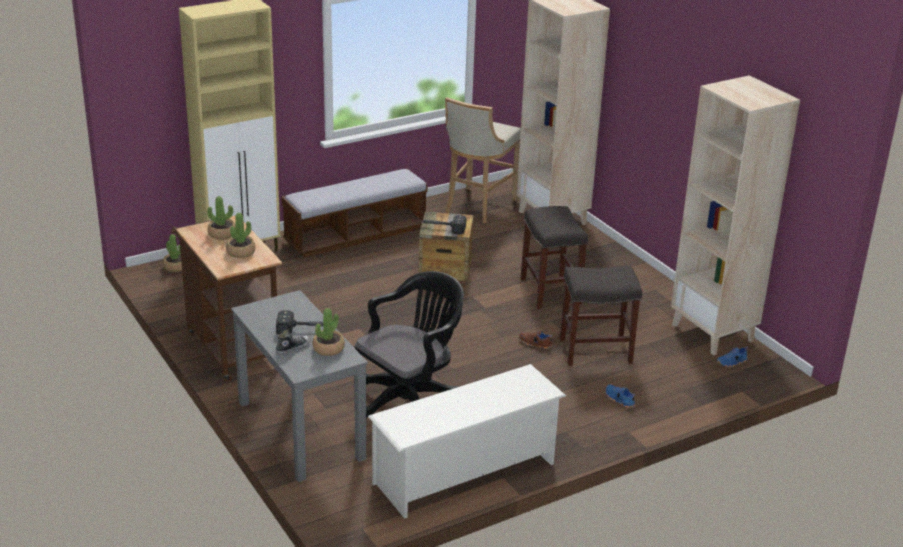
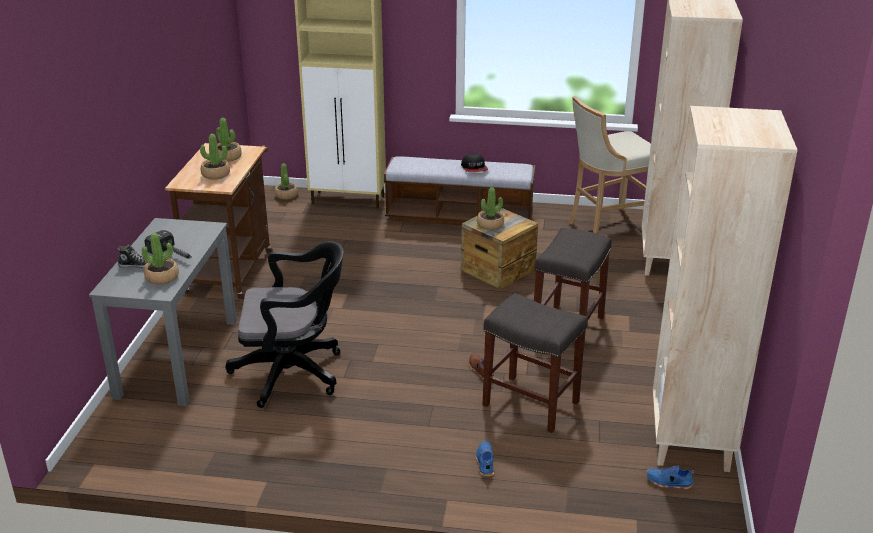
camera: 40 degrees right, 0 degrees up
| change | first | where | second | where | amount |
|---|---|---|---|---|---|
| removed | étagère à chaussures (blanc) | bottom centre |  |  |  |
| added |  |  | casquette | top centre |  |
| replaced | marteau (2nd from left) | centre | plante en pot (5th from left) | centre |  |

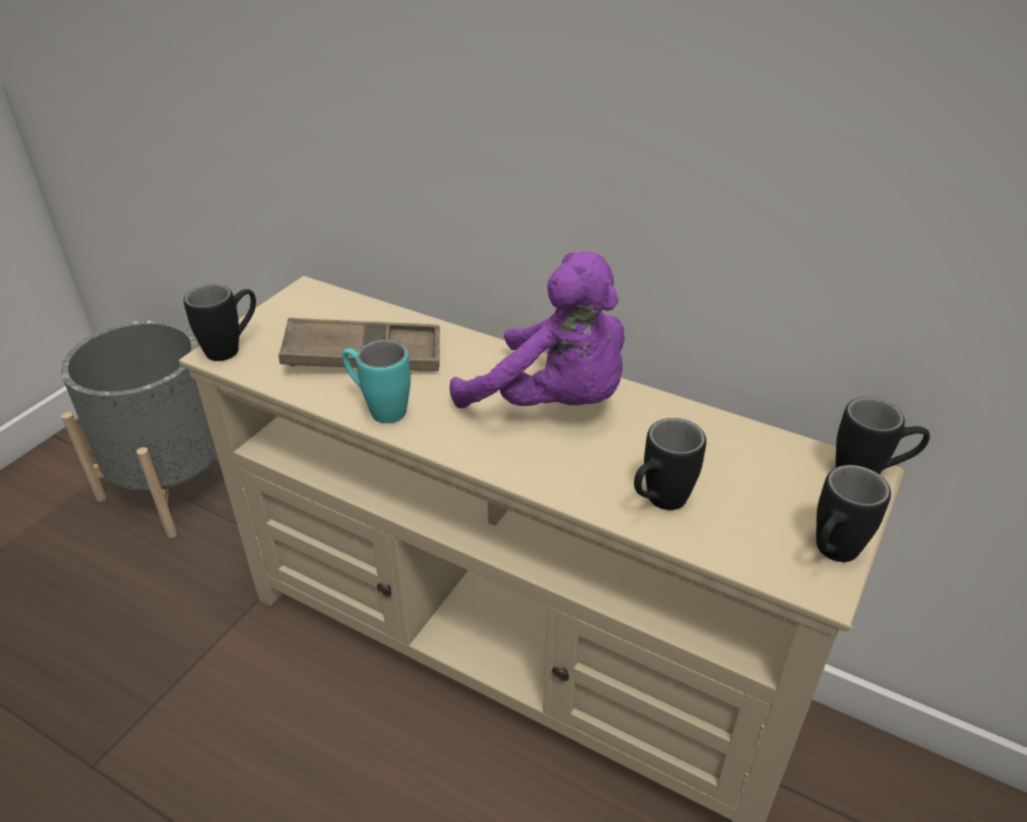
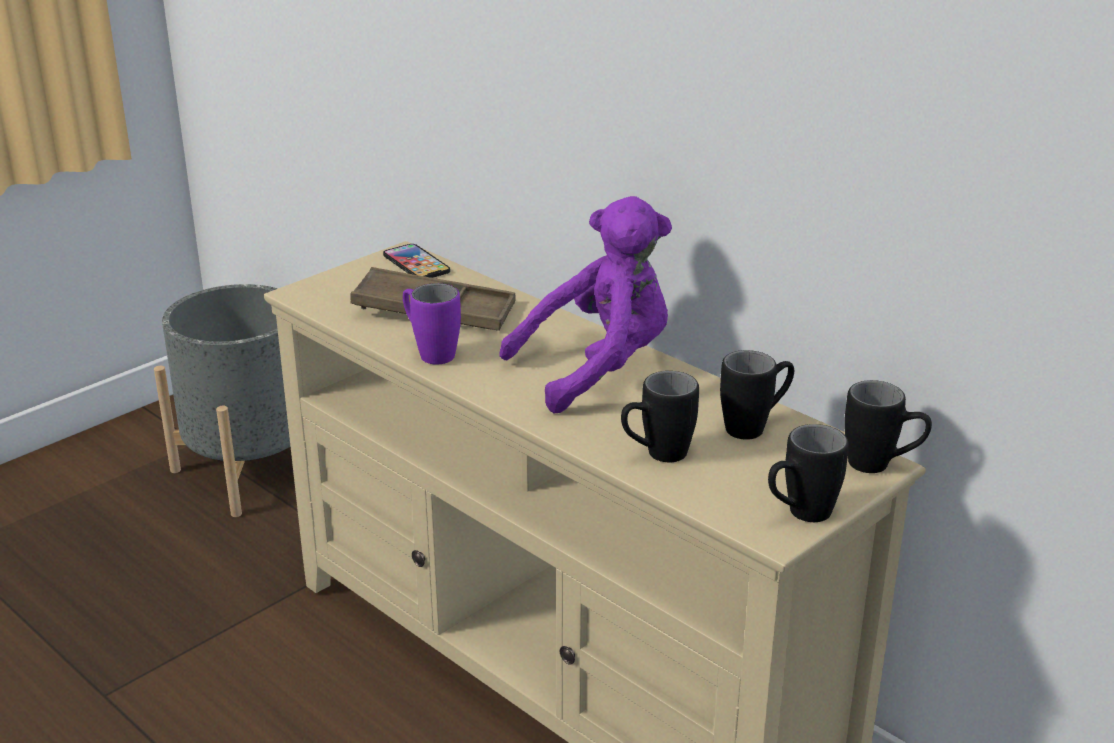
camera: 15 degrees right, 10 degrees down
| change | first | where | second | where | amount |
|---|---|---|---|---|---|
| added |  |  | téléphone | centre |  |
| moved | mug (noir) (1st from left in the first image) | middle left | mug (noir) (2nd from left) | middle right |  |
| recoloured | mug (turquoise) | centre | mug (violet) | centre |  |
| turned | peluche (violet) | centre |  | centre | 75 degrees counterclockwise |

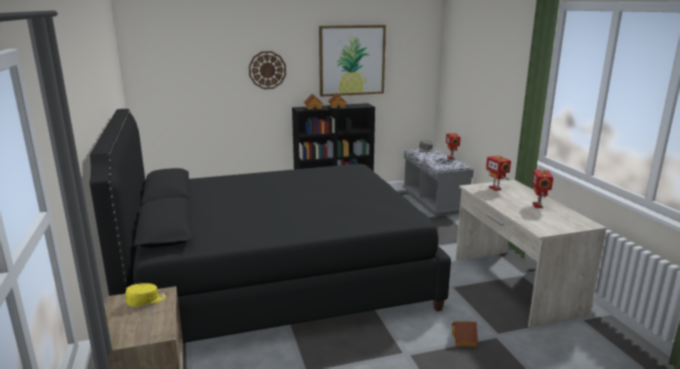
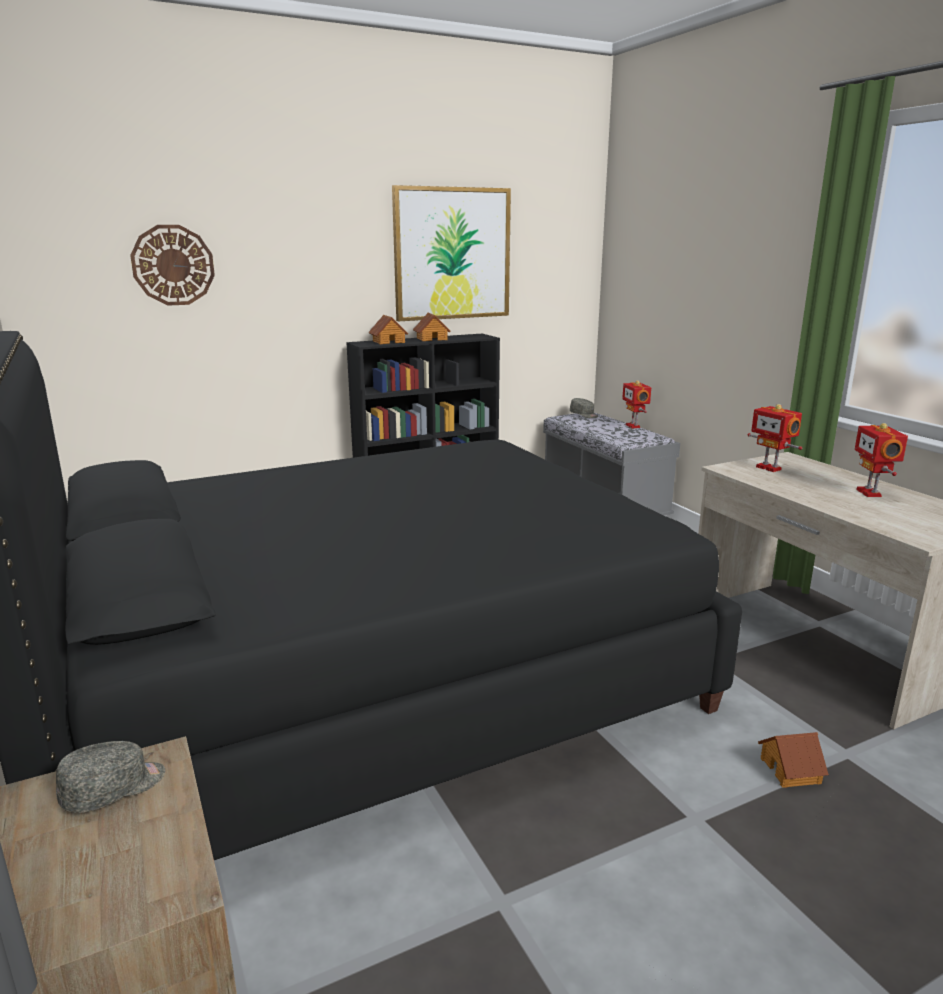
camera: 10 degrees left, 0 degrees up
| change | first | where | second | where | amount |
|---|---|---|---|---|---|
| moved | horloge murale | top centre |  | top left |  |
| recoloured | casquette (jaune) | bottom left | casquette (gris) (1st from left) | bottom left |  |

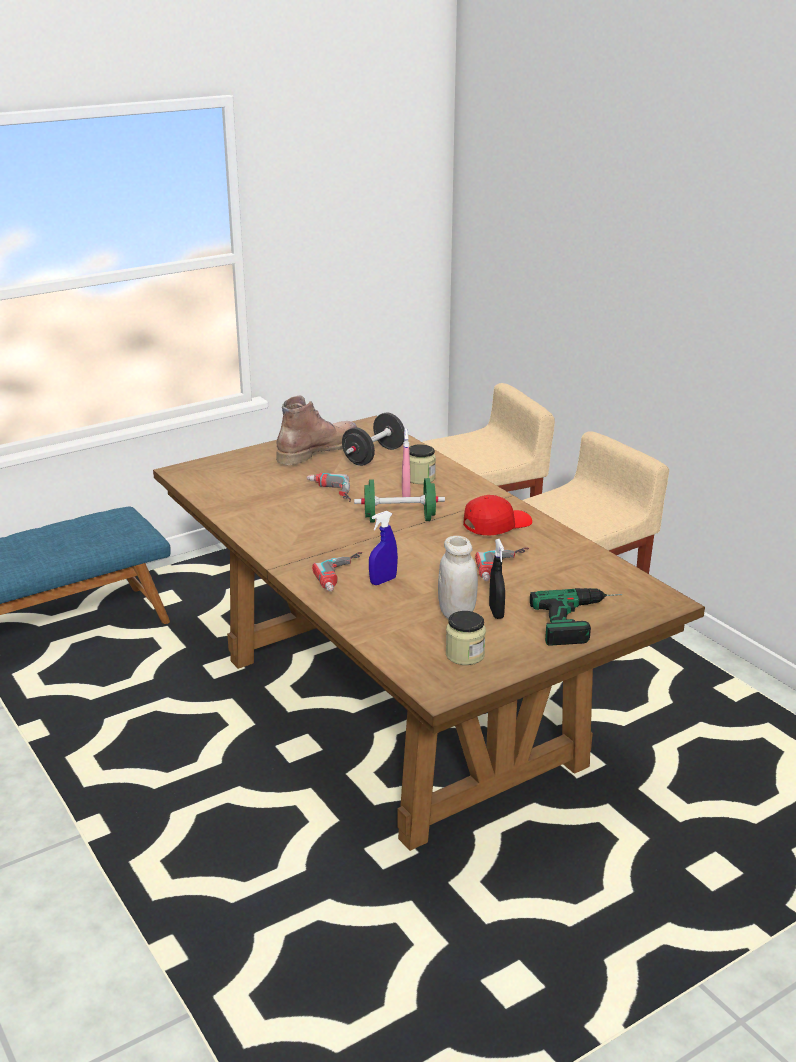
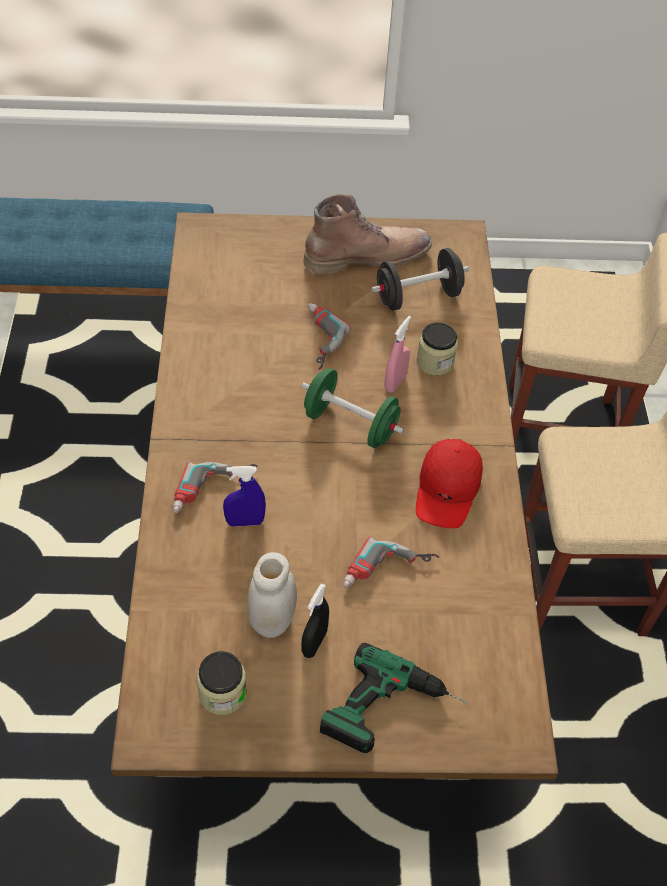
camera: 30 degrees right, 25 degrees up
| change | first | where | second | where | amount |
|---|---|---|---|---|---|
| turned | casquette (rouge) | centre |  | middle right | 105 degrees clockwise |

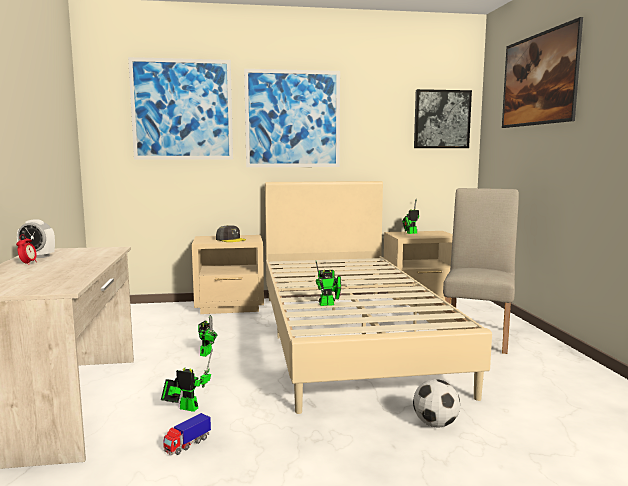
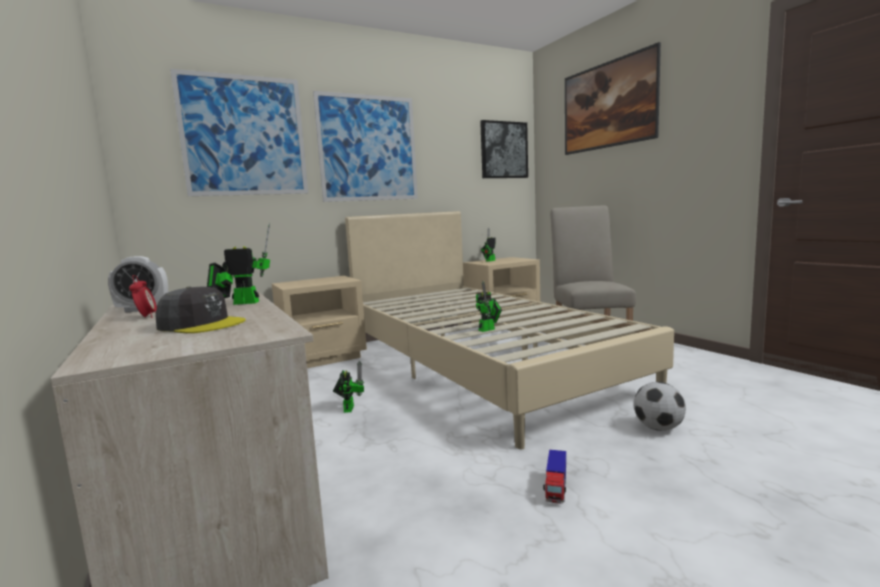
camera: 20 degrees left, 0 degrees up
| change | first | where | second | where | amount |
|---|---|---|---|---|---|
| moved | robot jouet (1st from left) | bottom left |  | middle left |  |
| moved | camion jouet | bottom left |  | bottom centre |  |
| moved | casquette (gris) | centre |  | middle left |  |

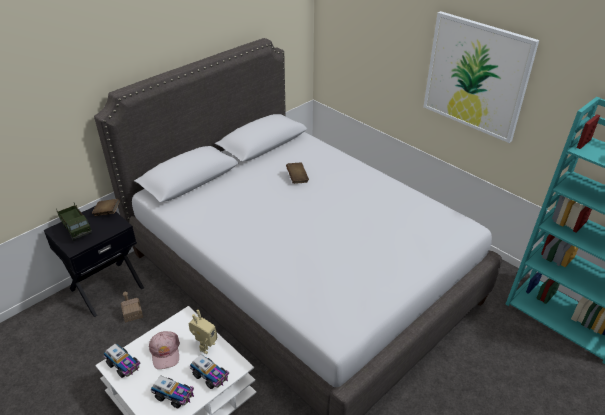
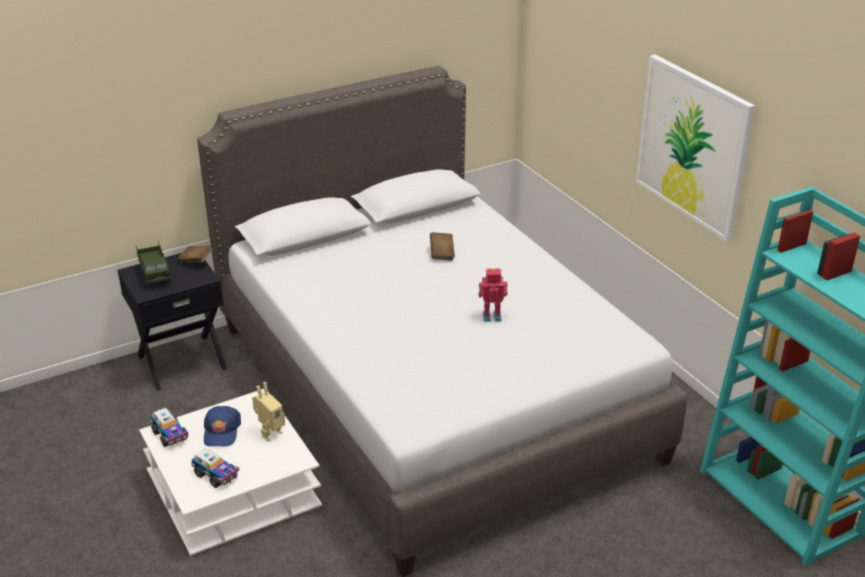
camera: 15 degrees right, 5 degrees down
| change | first | where | second | where | amount |
|---|---|---|---|---|---|
| removed | maison miniature | bottom left |  |  |  |
| removed | camion jouet (4th from left) | bottom centre |  |  |  |
| added |  |  | robot jouet (2nd from left) | centre |  |
| recoloured | casquette (rose) | bottom left | casquette (bleu) | bottom left |  |

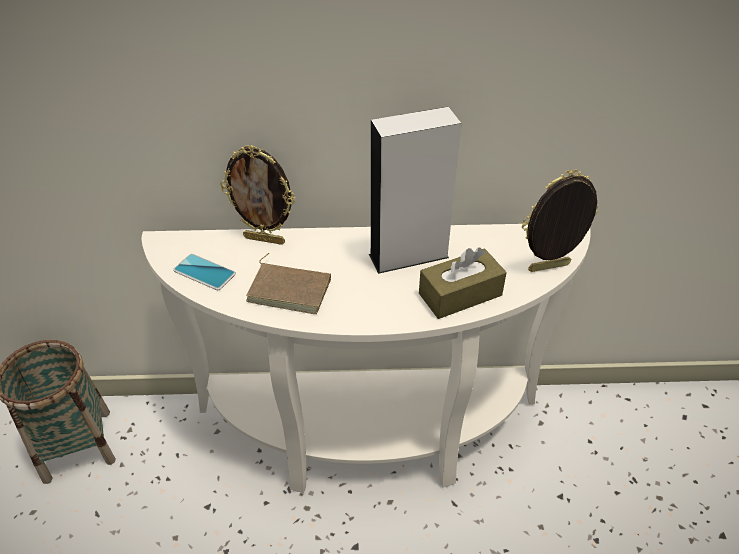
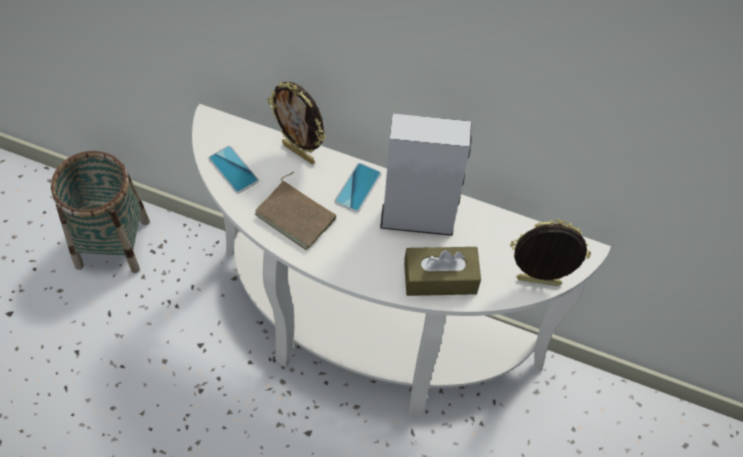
camera: 20 degrees right, 15 degrees up
| change | first | where | second | where | amount |
|---|---|---|---|---|---|
| added |  |  | téléphone (2nd from left) | centre |  |

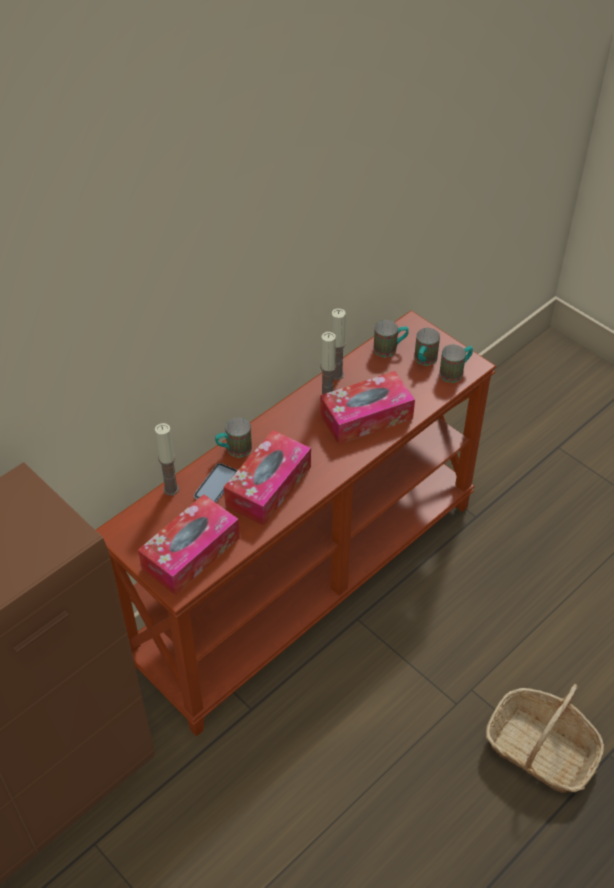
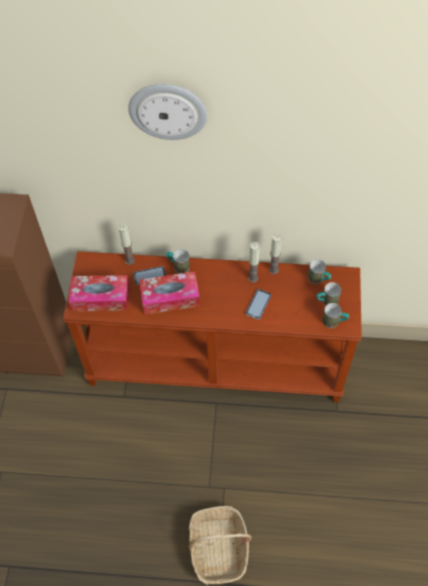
camera: 50 degrees right, 10 degrees up
| change | first | where | second | where | amount |
|---|---|---|---|---|---|
| added |  |  | horloge murale | top centre |  |
| replaced | boîte à mouchoirs (3rd from left) | centre | téléphone (2nd from left) | centre |  |

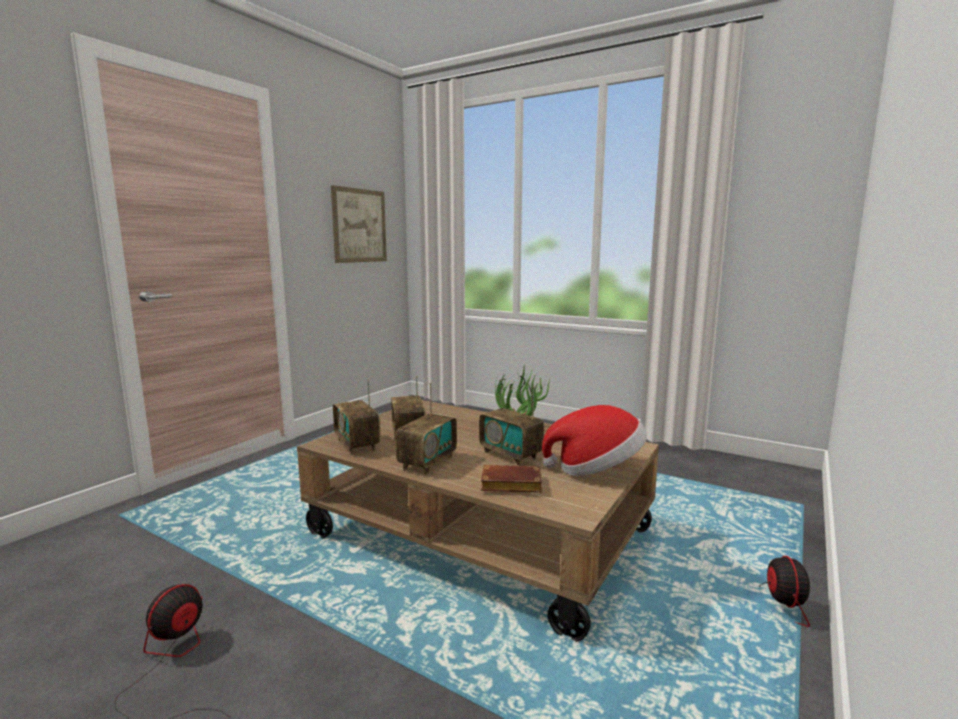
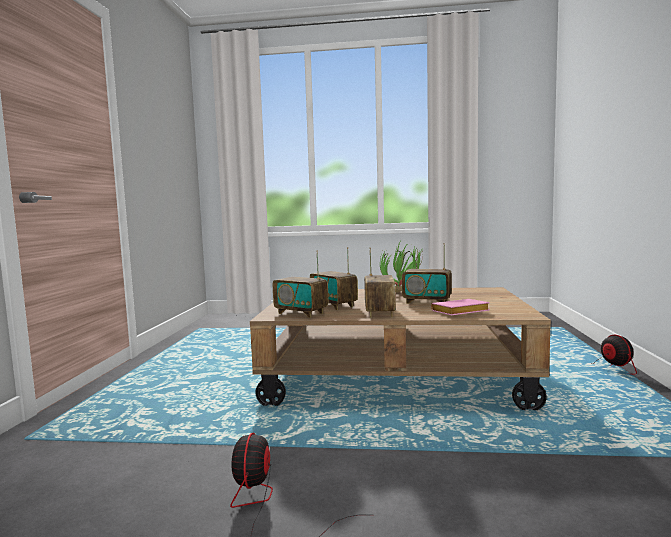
camera: 25 degrees left, 5 degrees down
| change | first | where | second | where | amount |
|---|---|---|---|---|---|
| removed | tableau | top centre |  |  |  |
| removed | chapeau | centre |  |  |  |
| recoloured | livre (marron) | centre | livre (rose) | middle right |  |

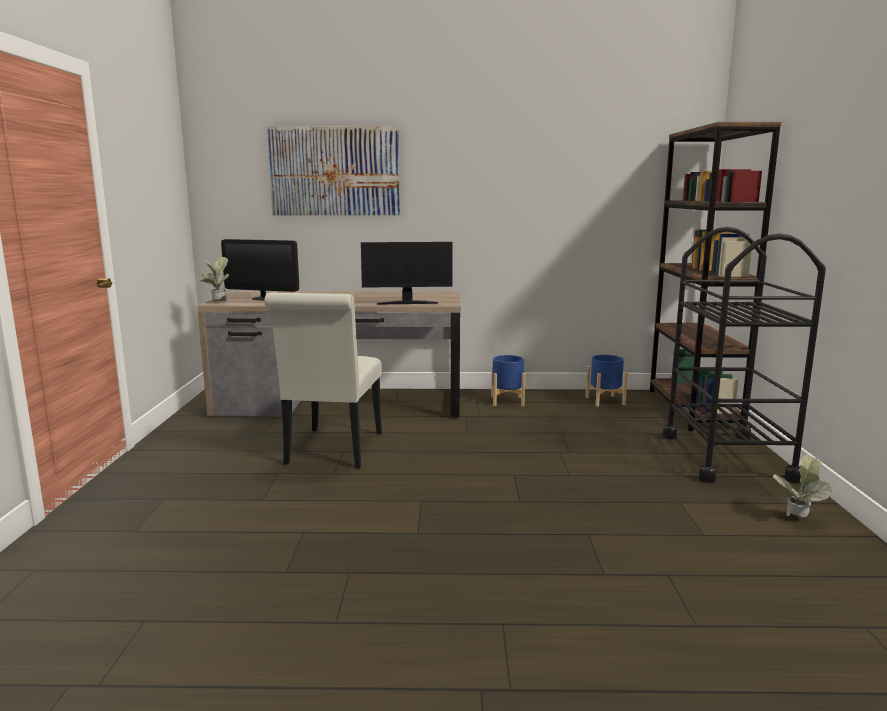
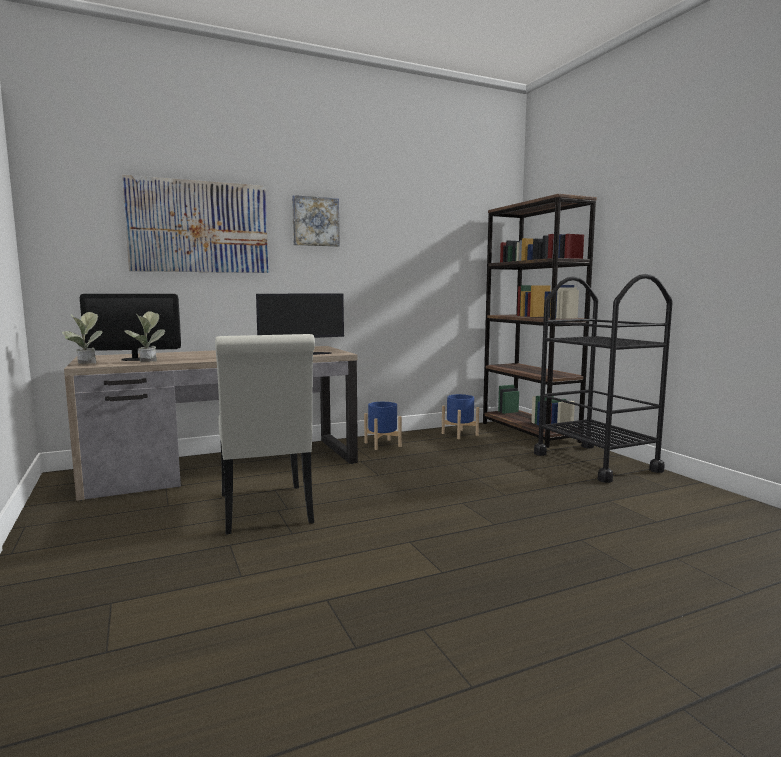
camera: 25 degrees left, 5 degrees down
| change | first | where | second | where | amount |
|---|---|---|---|---|---|
| added |  |  | tableau (2nd from left) | top centre |  |
| moved | plante en pot (2nd from left) | bottom right |  | middle left |  |

